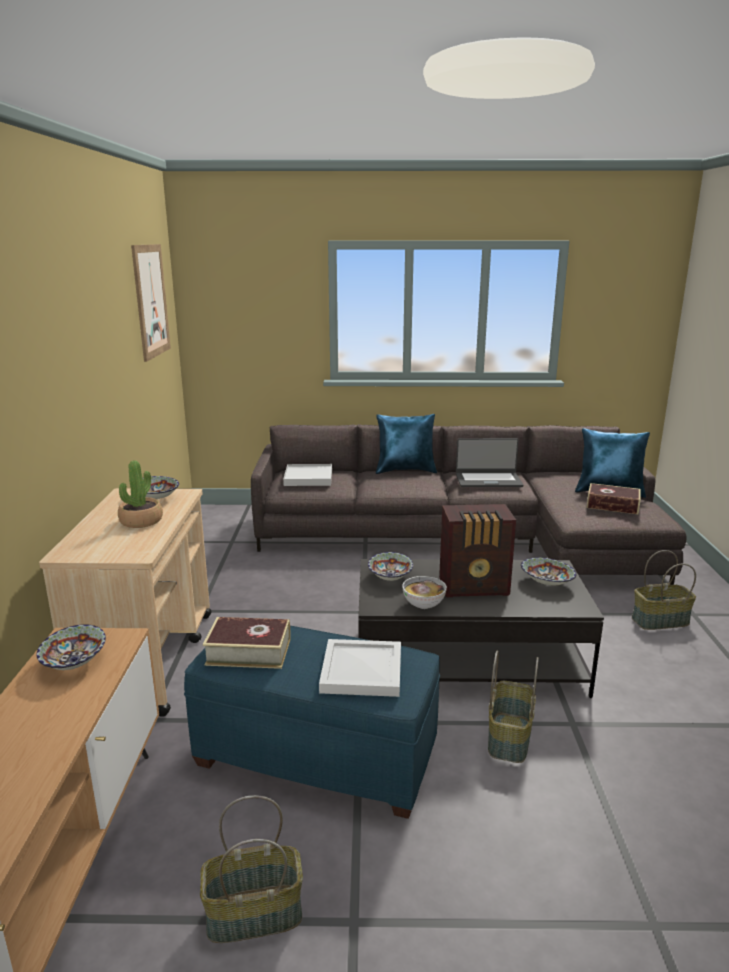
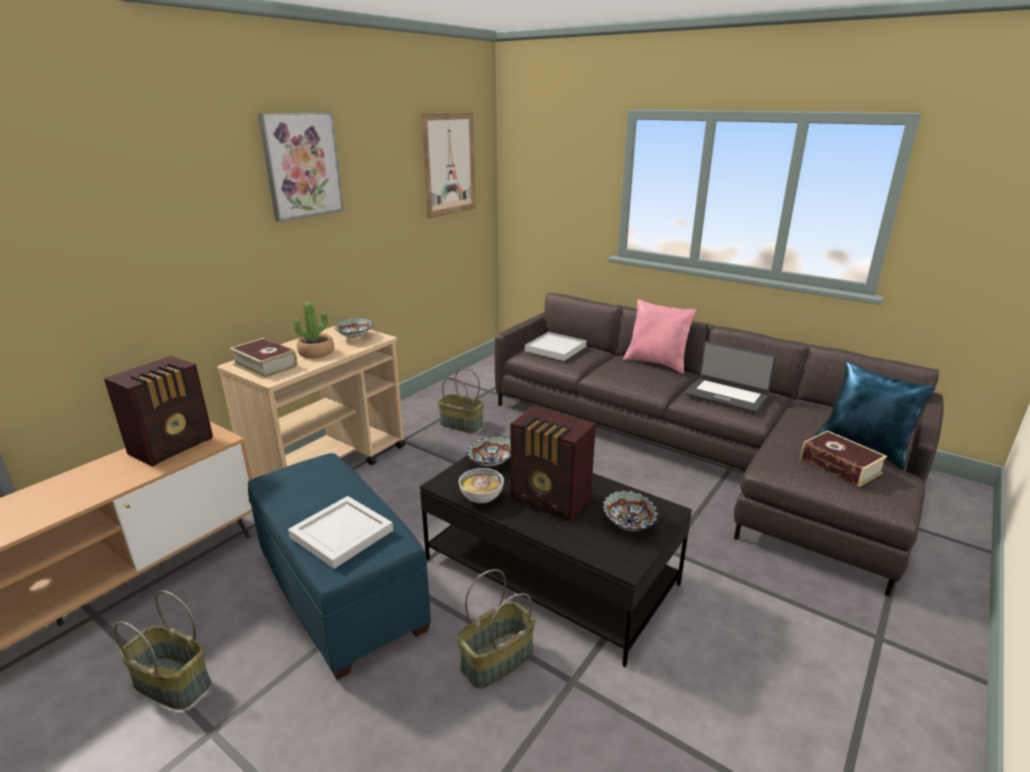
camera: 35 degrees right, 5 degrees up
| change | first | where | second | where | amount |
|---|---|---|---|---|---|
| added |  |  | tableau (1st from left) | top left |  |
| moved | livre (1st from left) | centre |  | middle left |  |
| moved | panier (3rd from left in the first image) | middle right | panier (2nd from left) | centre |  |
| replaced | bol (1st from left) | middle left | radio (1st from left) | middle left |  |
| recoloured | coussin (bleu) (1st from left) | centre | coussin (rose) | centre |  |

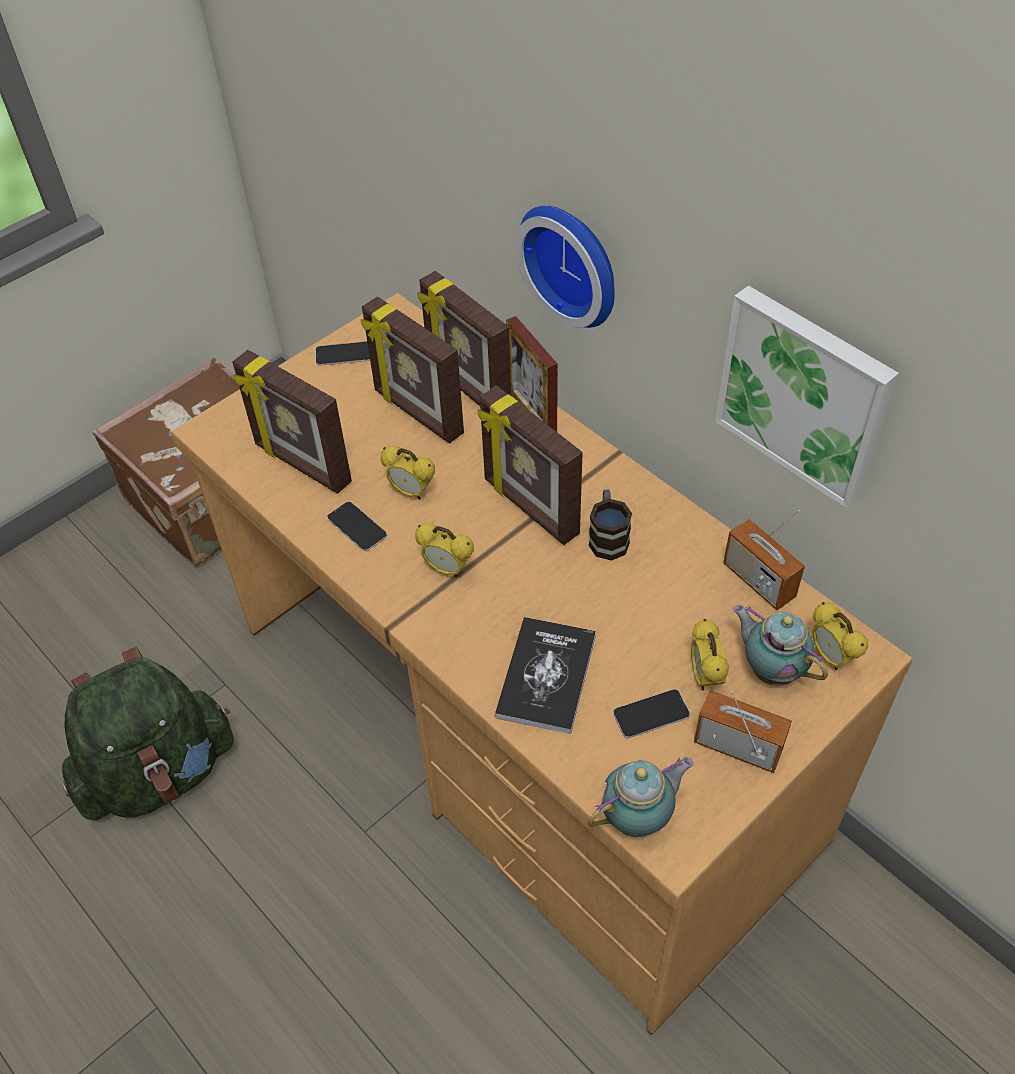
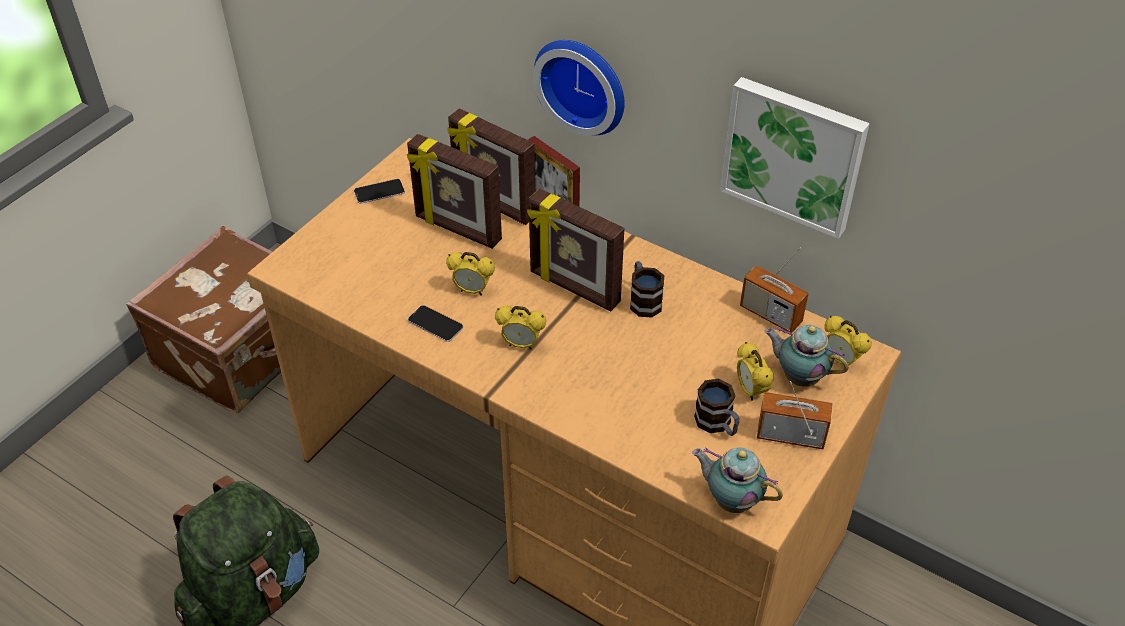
camera: 15 degrees left, 5 degrees down
| change | first | where | second | where | amount |
|---|---|---|---|---|---|
| removed | cadre photo (1st from left) | middle left |  |  |  |
| removed | livre | centre |  |  |  |
| replaced | téléphone (3rd from left) | centre | mug (2nd from left) | centre |  |
| turned | théière (1st from left) | bottom centre |  | bottom centre | 105 degrees counterclockwise |

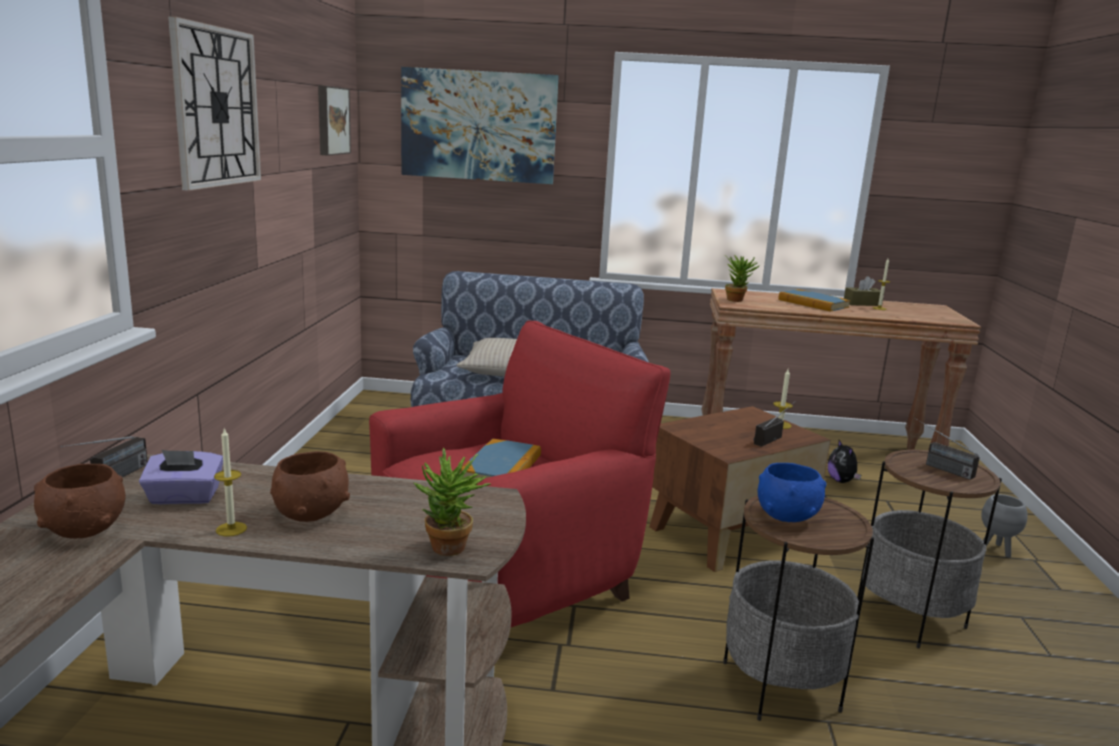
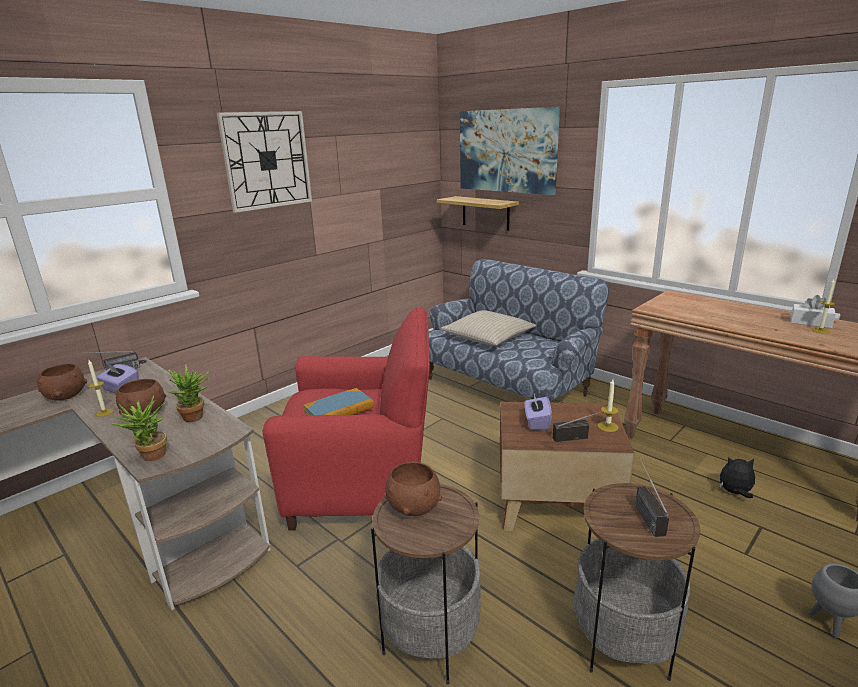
camera: 40 degrees right, 5 degrees up
| change | first | where | second | where | amount |
|---|---|---|---|---|---|
| removed | tableau (1st from left) | top left |  |  |  |
| removed | livre (2nd from left) | middle right |  |  |  |
| added |  |  | étagère | top centre |  |
| added |  |  | boîte à mouchoirs (violet) (2nd from left) | centre |  |
| moved | plante en pot (2nd from left) | centre |  | middle left |  |
| recoloured | bol (bleu) | middle right | bol (marron) (3rd from left) | bottom centre |  |
| recoloured | boîte à mouchoirs (marron) | middle right | boîte à mouchoirs (blanc) | middle right |  |
| turned | peluche | middle right |  | bottom right | 75 degrees clockwise |

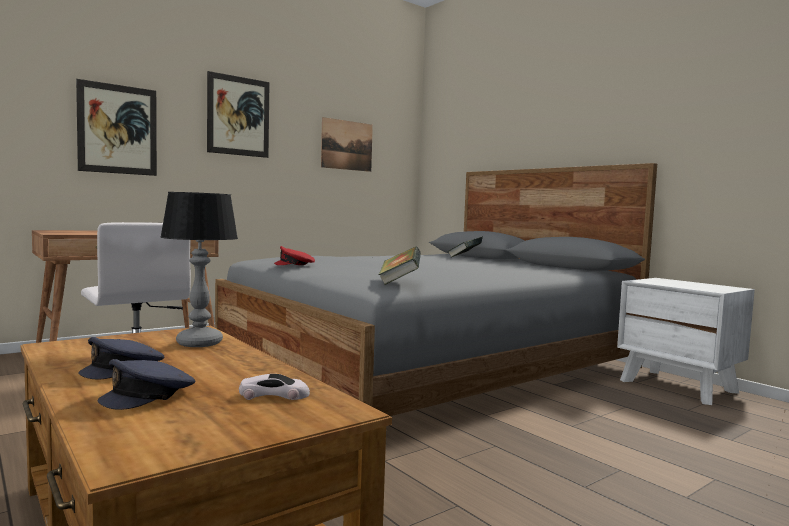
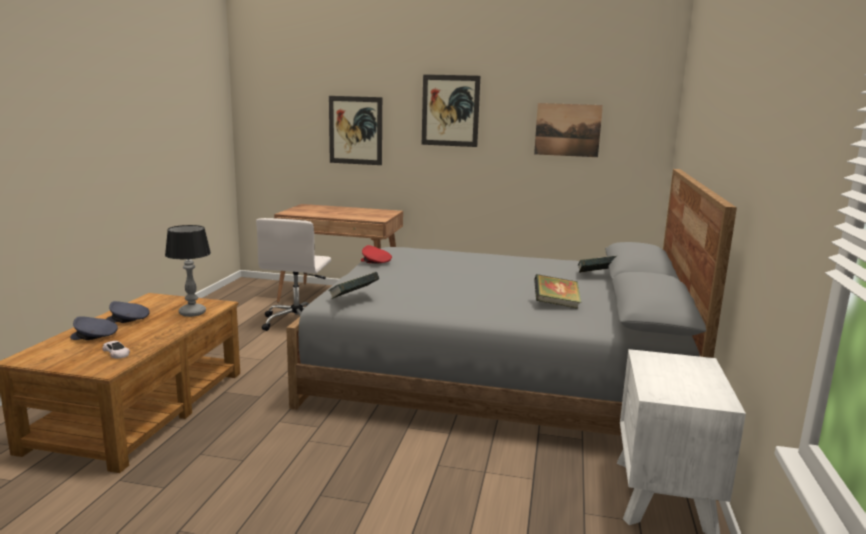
camera: 50 degrees right, 10 degrees up
| change | first | where | second | where | amount |
|---|---|---|---|---|---|
| added |  |  | livre (2nd from left) | centre |  |

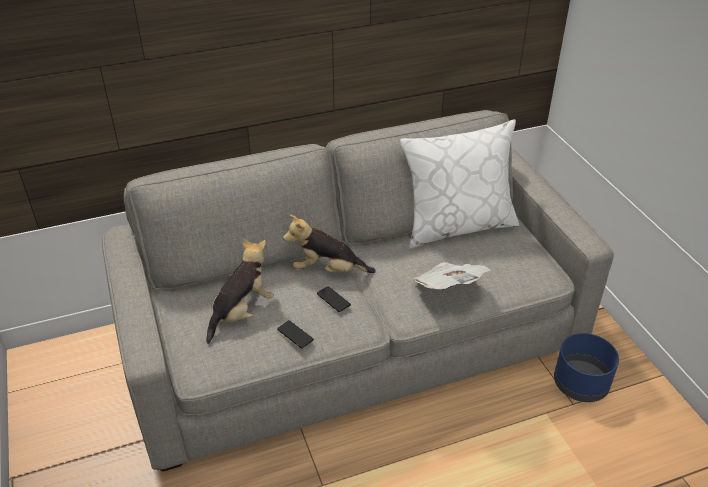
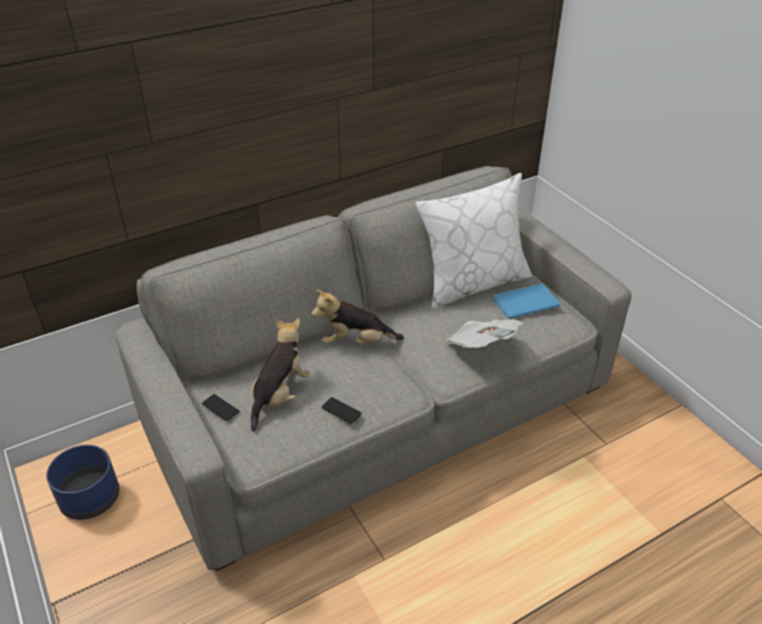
camera: 10 degrees left, 0 degrees up
| change | first | where | second | where | amount |
|---|---|---|---|---|---|
| added |  |  | livre (bleu) | middle right |  |
| moved | téléphone (2nd from left in the first image) | centre | téléphone (1st from left) | middle left |  |
| moved | cache-pot (bleu) | bottom right |  | bottom left |  |

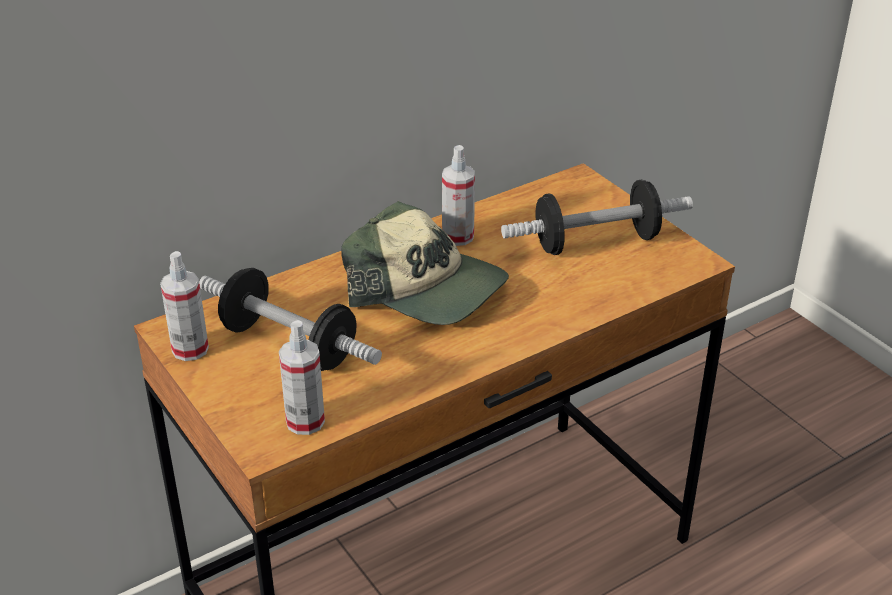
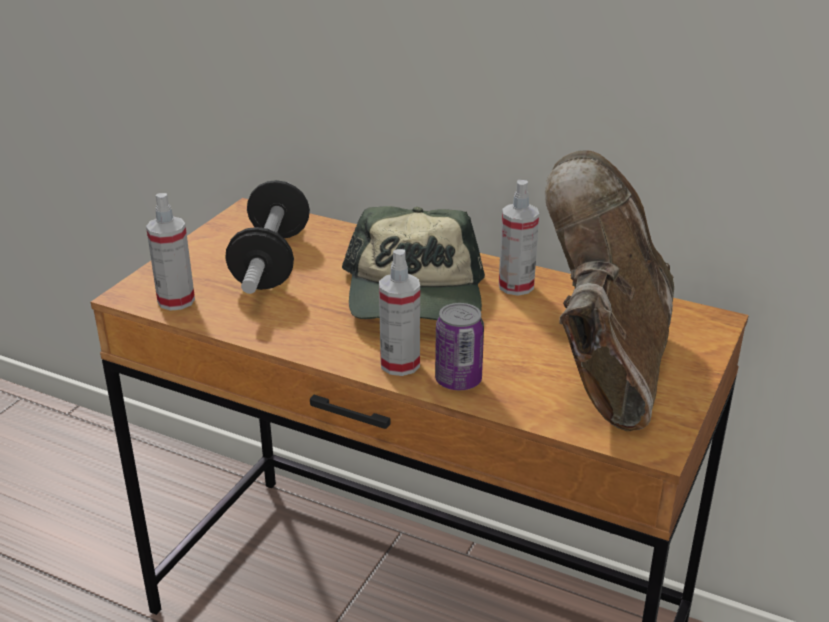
camera: 60 degrees right, 5 degrees down
| change | first | where | second | where | amount |
|---|---|---|---|---|---|
| added |  |  | boîte métallique | centre |  |
| moved | vaporisateur (1st from left in the first image) | middle left | vaporisateur (2nd from left) | centre |  |
| replaced | haltère (2nd from left) | middle right | botte (marron) | middle right |  |

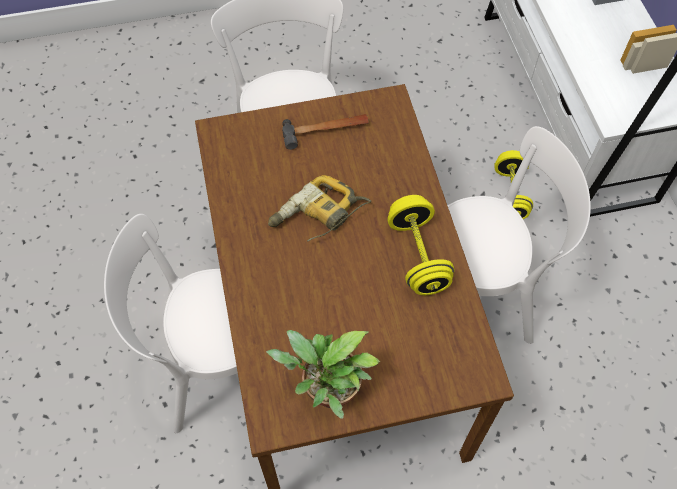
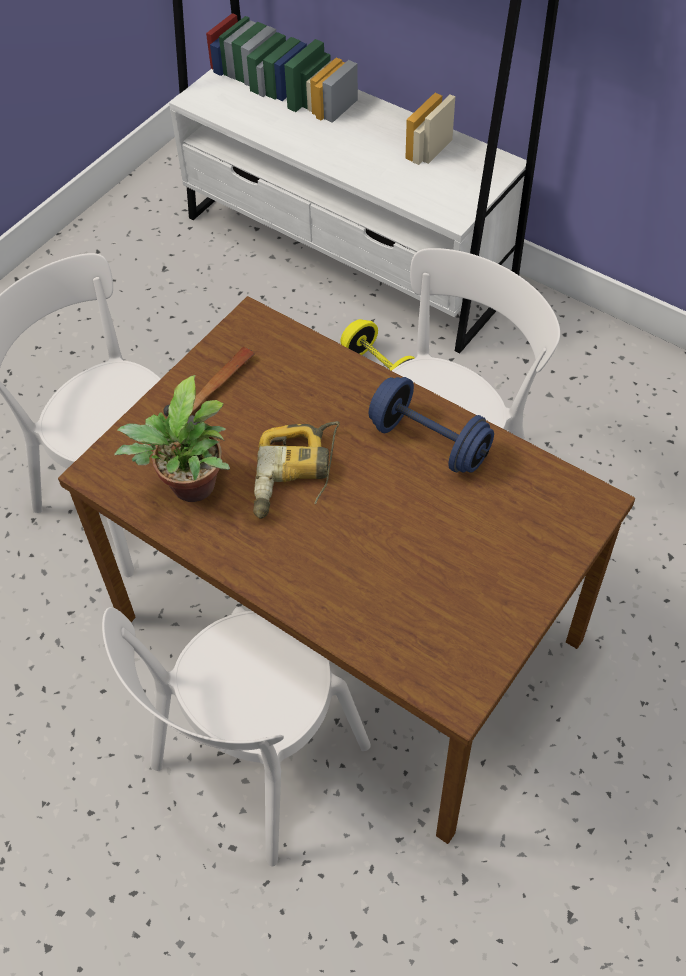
camera: 40 degrees left, 5 degrees down
| change | first | where | second | where | amount |
|---|---|---|---|---|---|
| moved | plante en pot | bottom centre |  | middle left |  |
| recoloured | haltère (jaune) (1st from left) | centre | haltère (bleu) | centre |  |

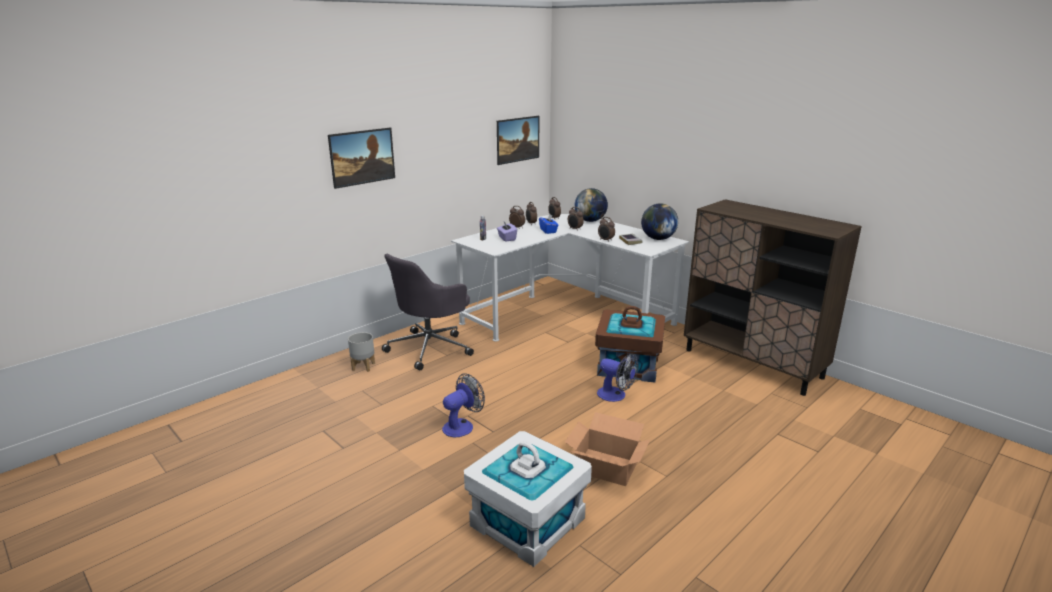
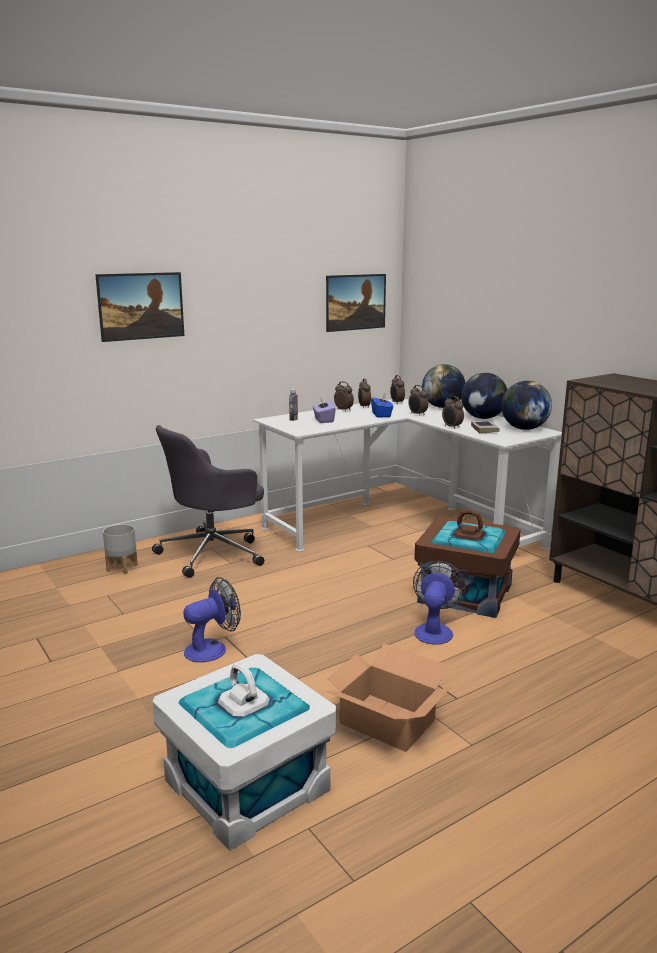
camera: 10 degrees right, 5 degrees down
| change | first | where | second | where | amount |
|---|---|---|---|---|---|
| added |  |  | globe (2nd from left) | middle right |  |
| turned | ventilateur (2nd from left) | centre |  | middle right | 120 degrees counterclockwise |

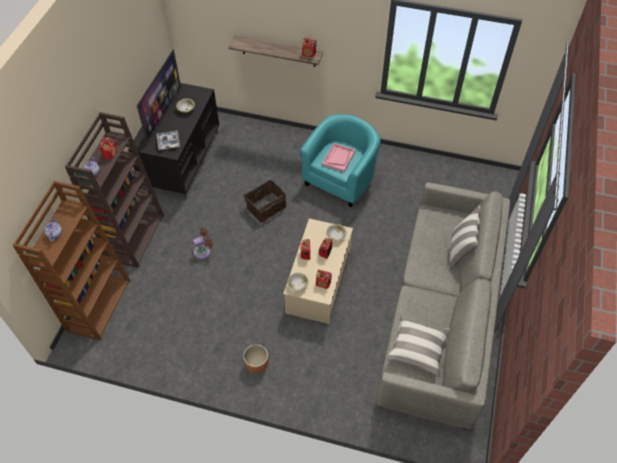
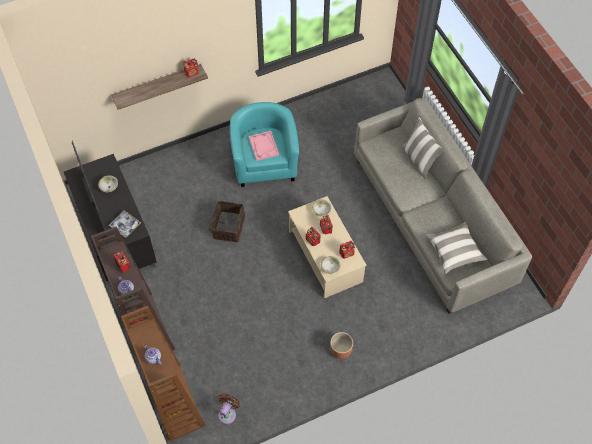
camera: 40 degrees left, 5 degrees up
| change | first | where | second | where | amount |
|---|---|---|---|---|---|
| moved | ventilateur (marron) | middle left |  | bottom centre |  |

